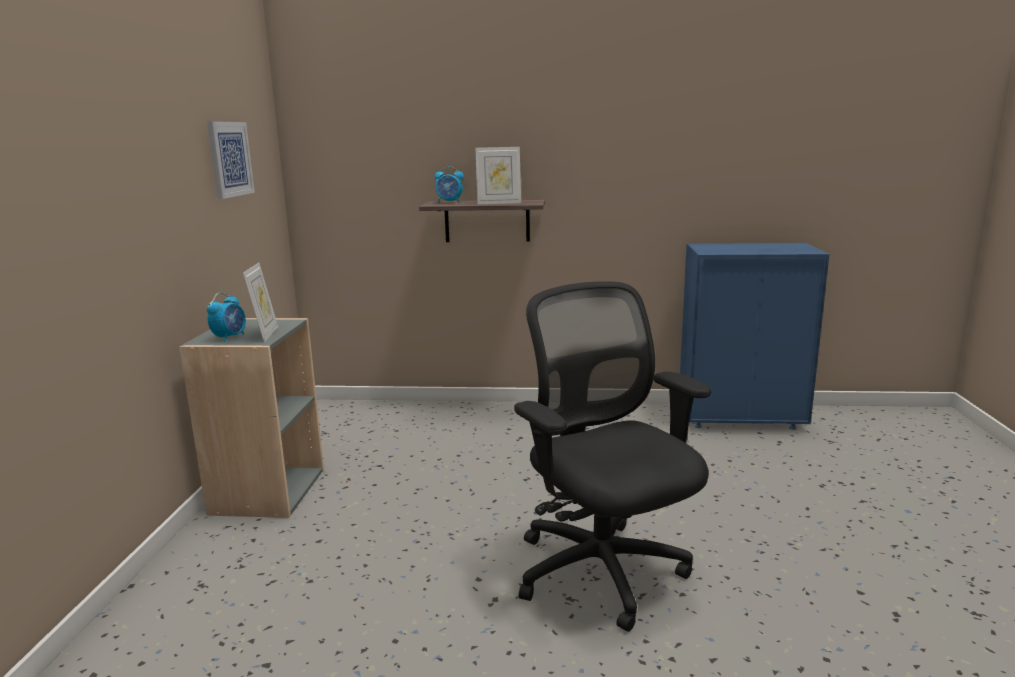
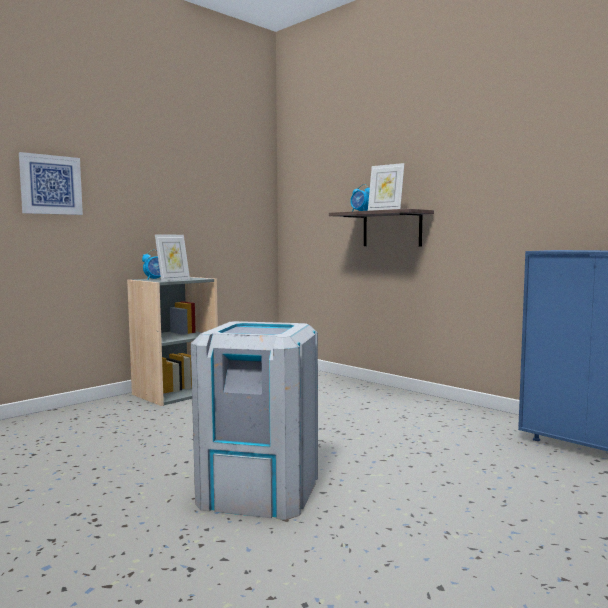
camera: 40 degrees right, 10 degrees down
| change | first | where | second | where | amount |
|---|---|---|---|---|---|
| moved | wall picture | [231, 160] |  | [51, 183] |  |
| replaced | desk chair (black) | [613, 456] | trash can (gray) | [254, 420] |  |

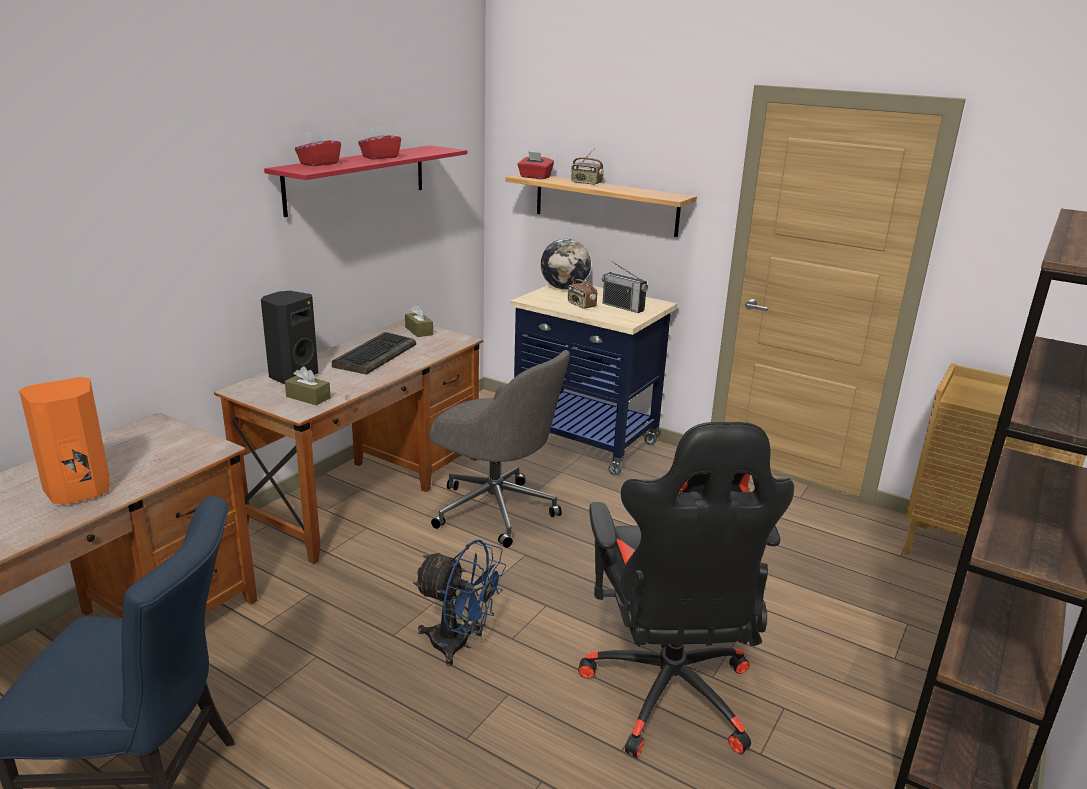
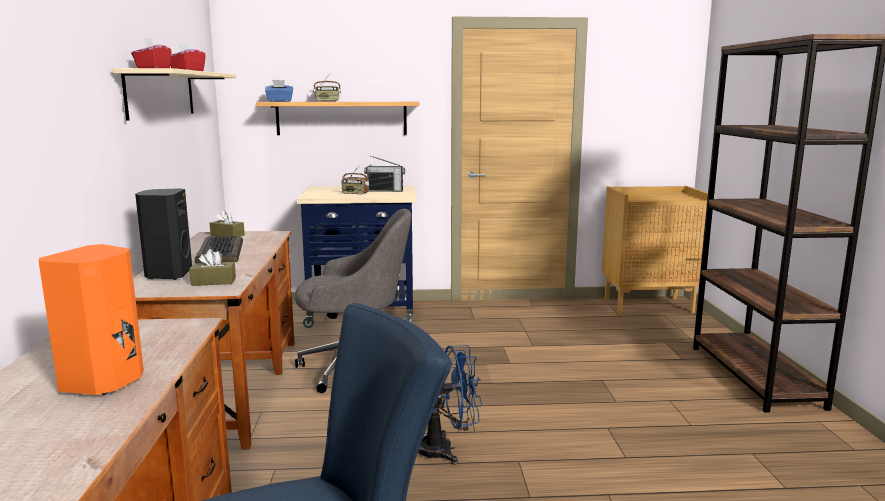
camera: 35 degrees left, 10 degrees down
| change | first | where | second | where | amount |
|---|---|---|---|---|---|
| recoloured | bracket shelf (red) | [365, 181] | bracket shelf (beige) | [174, 94] |  |
| recoloured | tissue holder (red) | [535, 165] | tissue holder (bluish) | [279, 91] |  |
| removed | desk globe | [566, 264] |  |  |  |
| removed | desk chair (black) | [686, 590] |  |  |  |

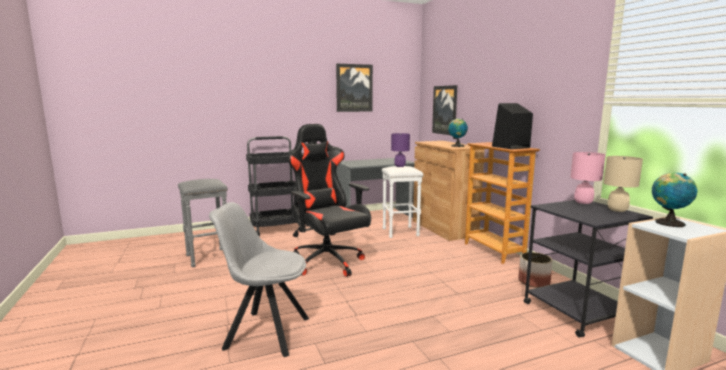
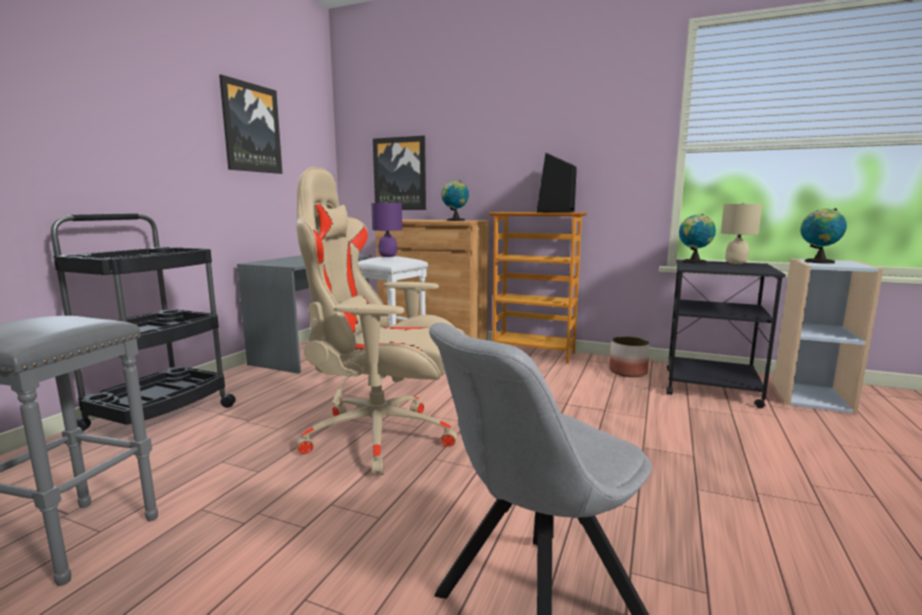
camera: 45 degrees left, 0 degrees up
| change | first | where | second | where | amount |
|---|---|---|---|---|---|
| recoloured | desk chair (black) | [329, 200] | desk chair (beige) | [380, 321] |  |
| replaced | tabletop lamp (pinkish) | [587, 178] | desk globe | [697, 239] |  |

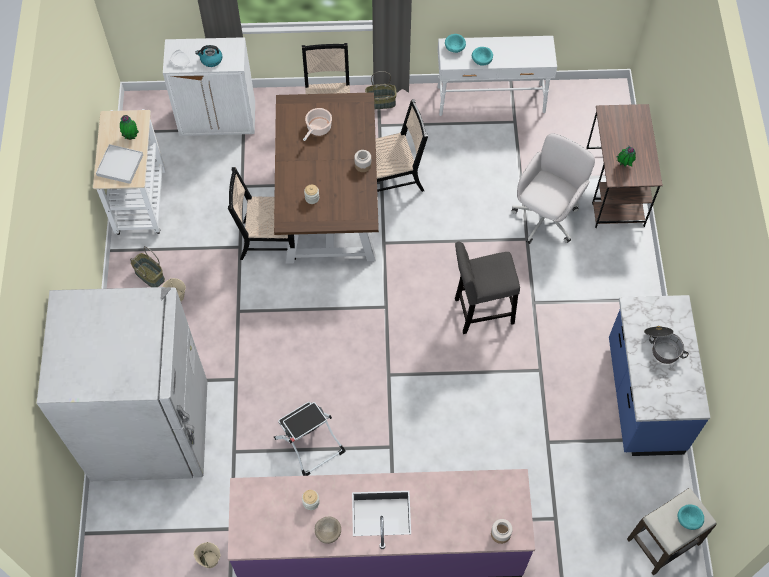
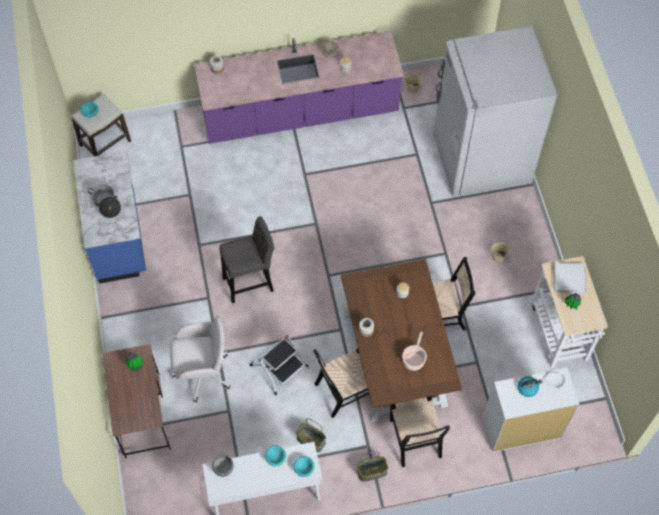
camera: 170 degrees right, 0 degrees up
| change | first | where | second | where | amount |
|---|---|---|---|---|---|
| moved | storage basket | [147, 266] |  | [311, 435] |  |
| moved | step ladder | [310, 439] |  | [279, 365] |  |
| turned | desk chair (whitish) | [553, 188] |  | [200, 359] | 120 degrees counterclockwise |
| added |  |  | bowl (gray) | [223, 466] |  |

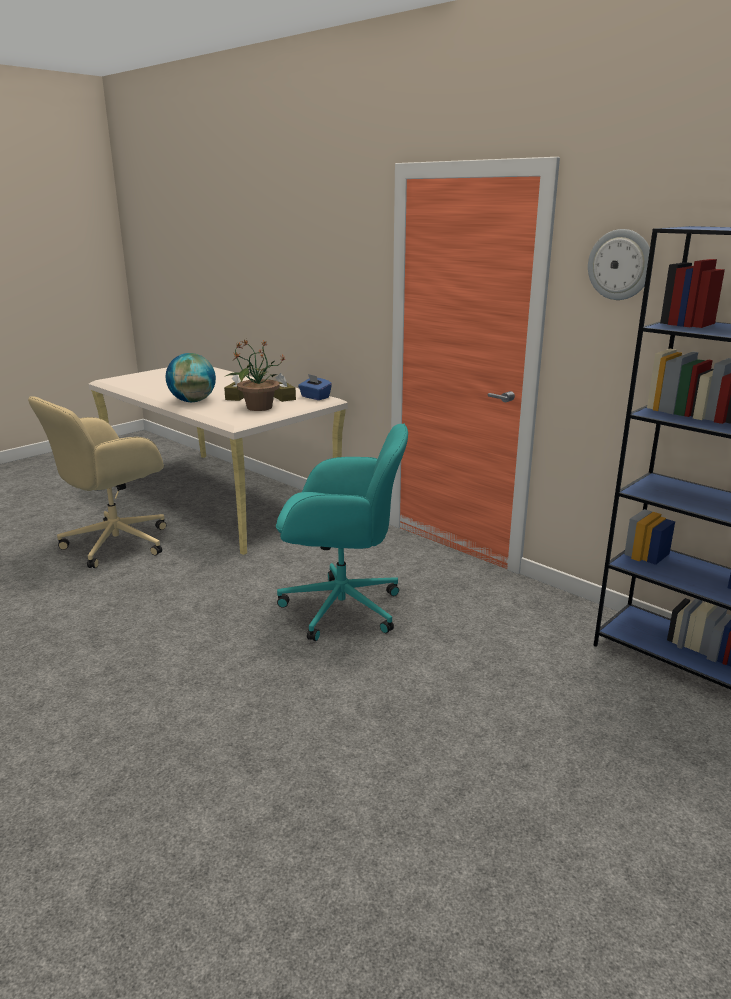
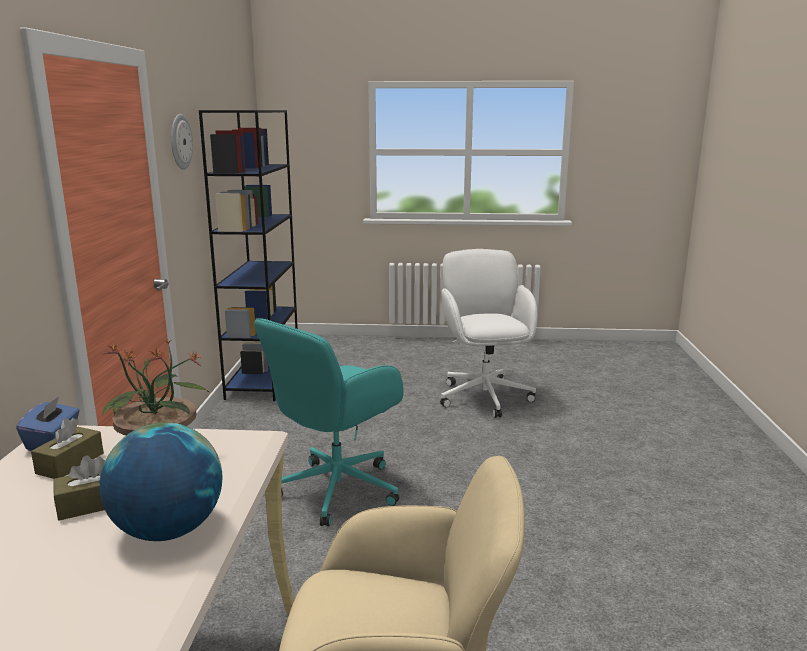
camera: 130 degrees left, 5 degrees down
| change | first | where | second | where | amount |
|---|---|---|---|---|---|
| turned | desk chair (turquoise-coloured) | [342, 532] |  | [329, 422] | 105 degrees counterclockwise |
| added |  |  | desk chair (whitish) | [488, 333] |  |

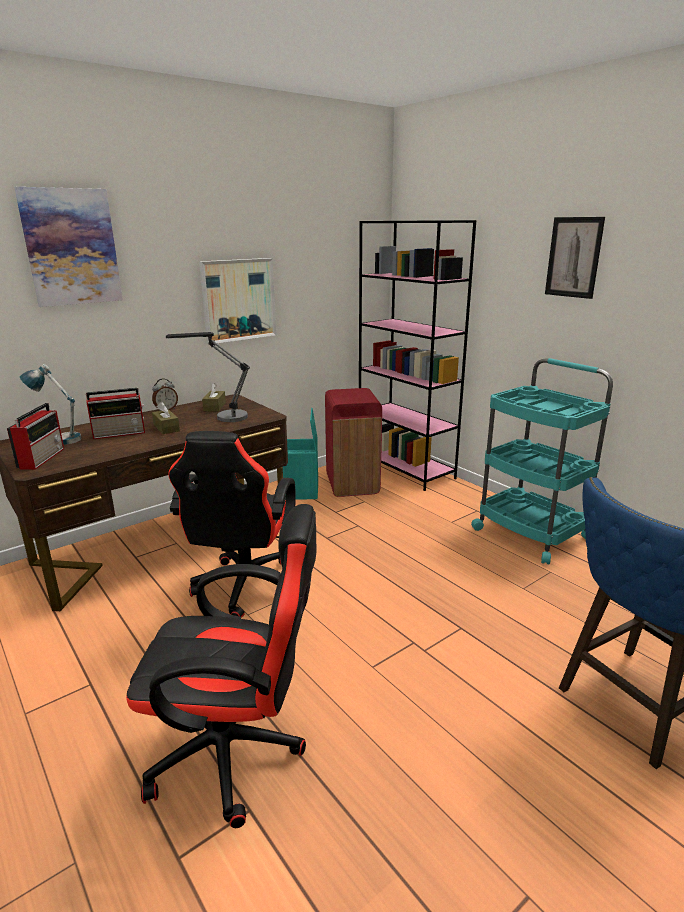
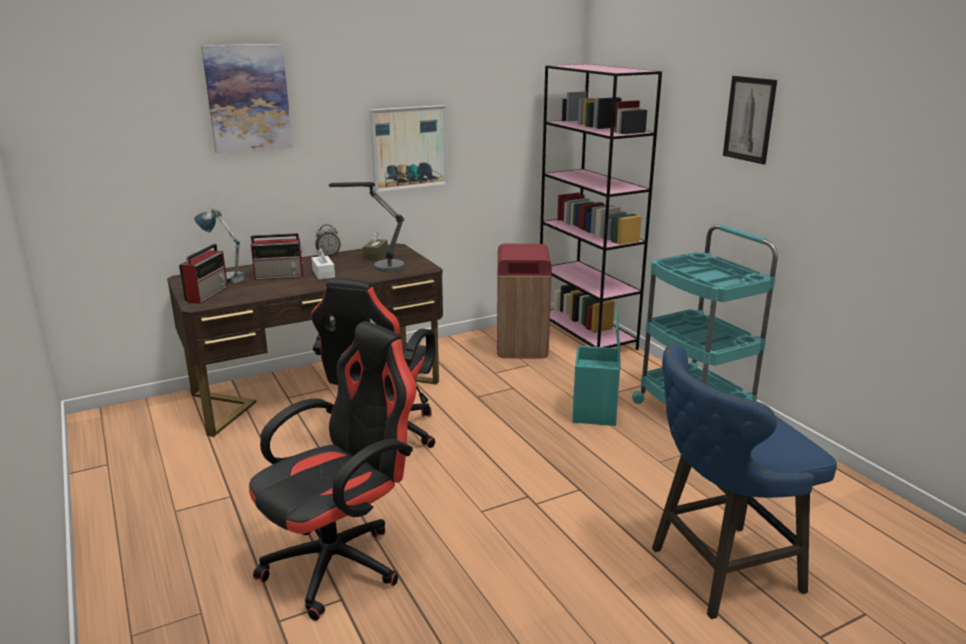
camera: 10 degrees right, 0 degrees up
| change | first | where | second | where | amount |
|---|---|---|---|---|---|
| turned | desk chair (black) | [221, 666] |  | [332, 471] | 60 degrees counterclockwise |
| recoloured | tissue holder (brown-coloured) | [166, 418] | tissue holder (whitish) | [323, 263] |  |
| moved | storage box (turquoise-coloured) | [300, 454] |  | [596, 368] |  |

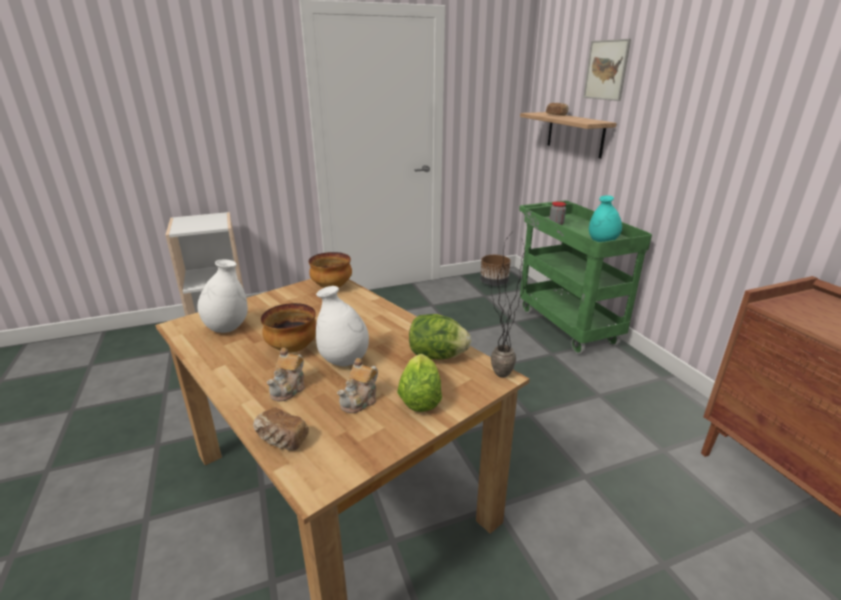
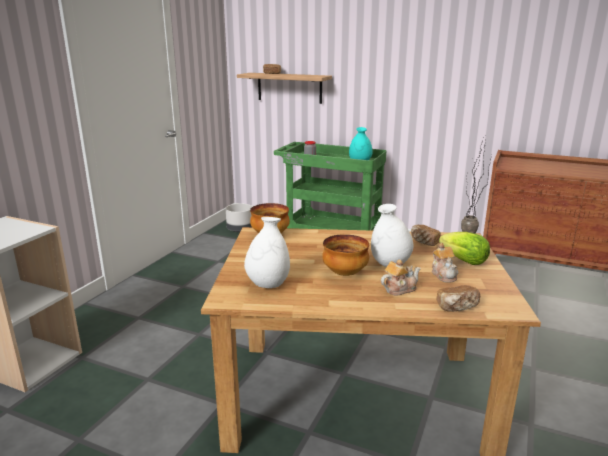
camera: 45 degrees left, 5 degrees down
| change | first | where | second | where | amount |
|---|---|---|---|---|---|
| turned | tea pot | [286, 374] |  | [401, 277] | 90 degrees counterclockwise |
| replaced | lettuce head | [440, 337] | bread | [426, 235] |  |
| recoloured | plant pot (brown-coloured) | [495, 270] | plant pot (gray) | [239, 217] |  |
| removed | wall picture | [607, 70] |  |  |  |

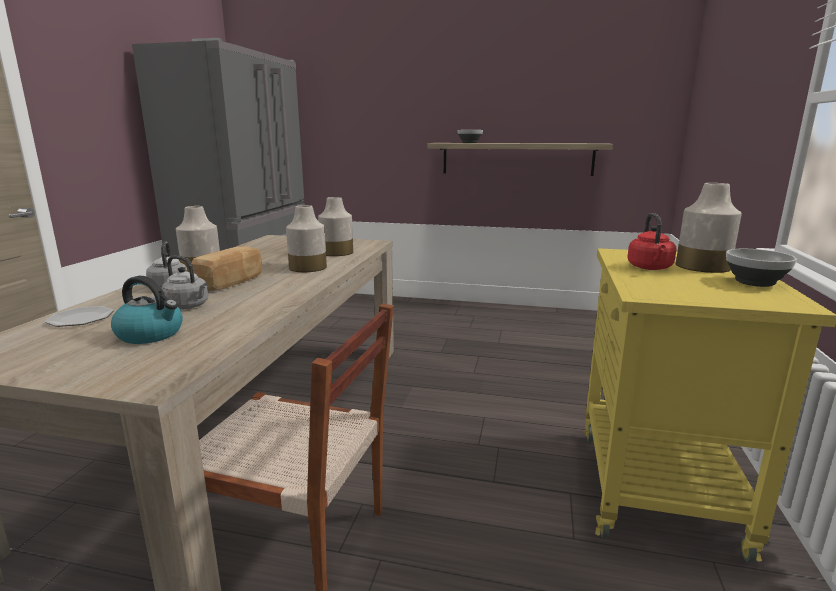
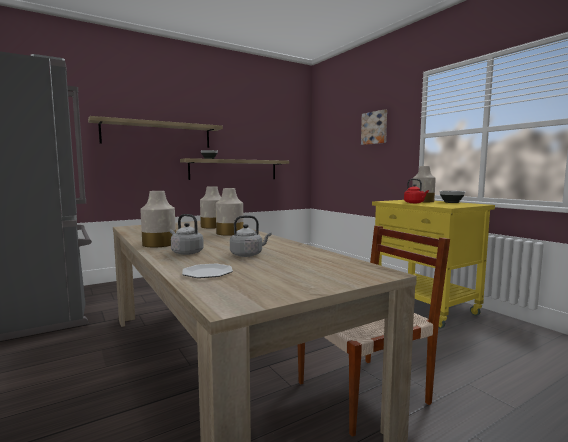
camera: 45 degrees left, 10 degrees down
| change | first | where | second | where | amount |
|---|---|---|---|---|---|
| removed | kettle | [147, 310] |  |  |  |
| removed | bread | [226, 269] |  |  |  |
| added |  |  | bracket shelf | [155, 132] |  |
| added |  |  | wall picture | [374, 127] |  |

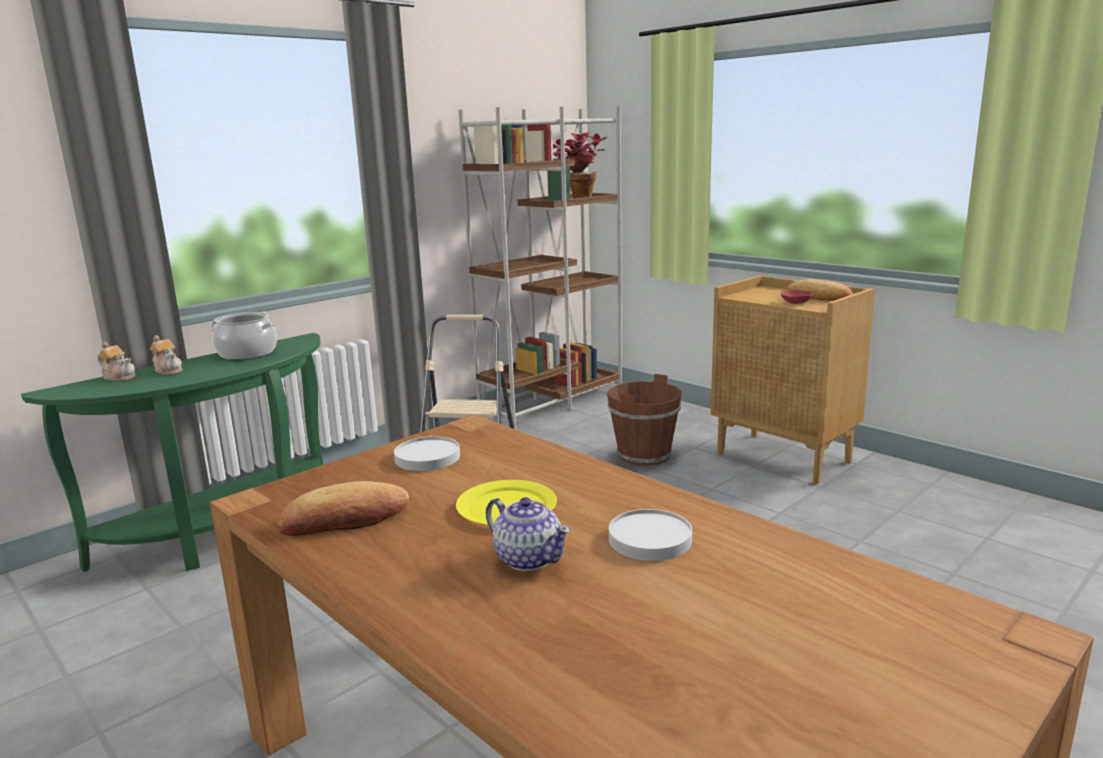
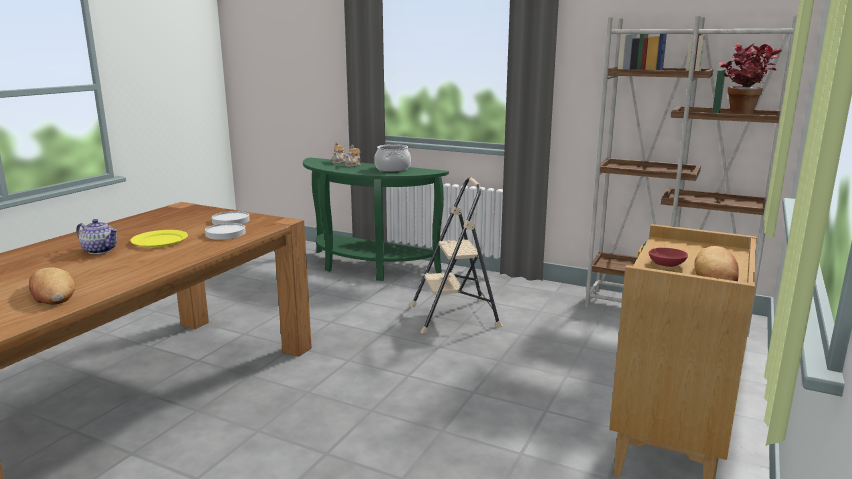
camera: 70 degrees right, 0 degrees up
| change | first | where | second | where | amount |
|---|---|---|---|---|---|
| moved | bread | [343, 508] |  | [52, 286] |  |
| turned | tea pot | [528, 534] |  | [97, 236] | 90 degrees counterclockwise |
| removed | water bucket (brown-coloured) | [644, 420] |  |  |  |
| moved | plate (whitish) | [650, 535] |  | [225, 231] |  |

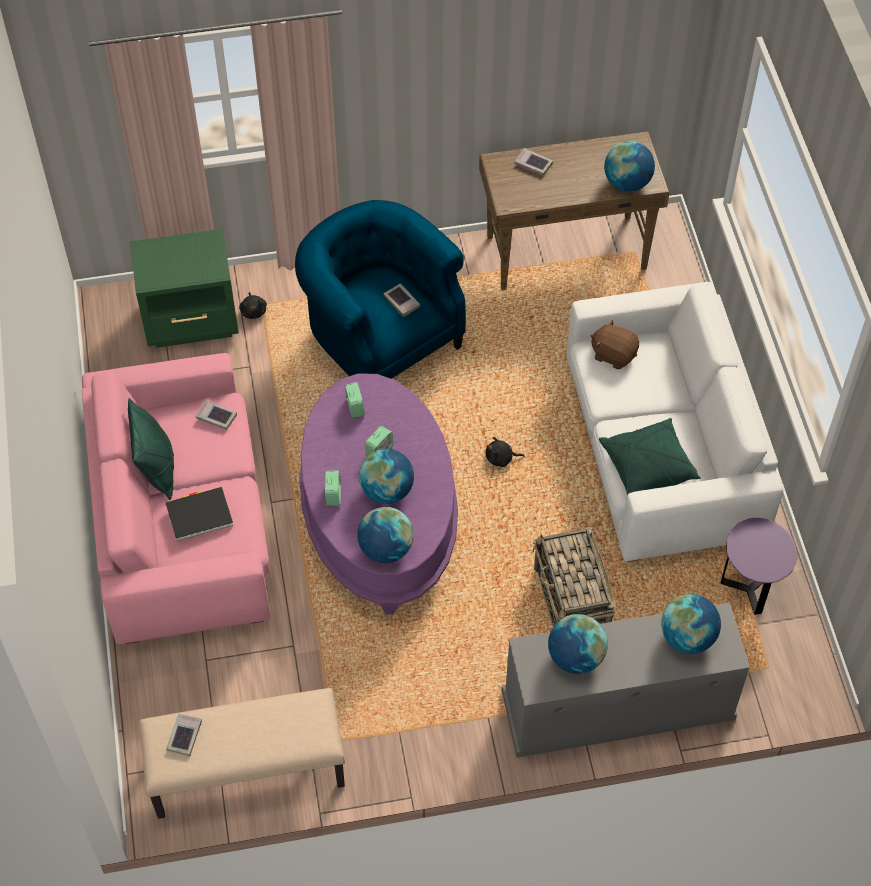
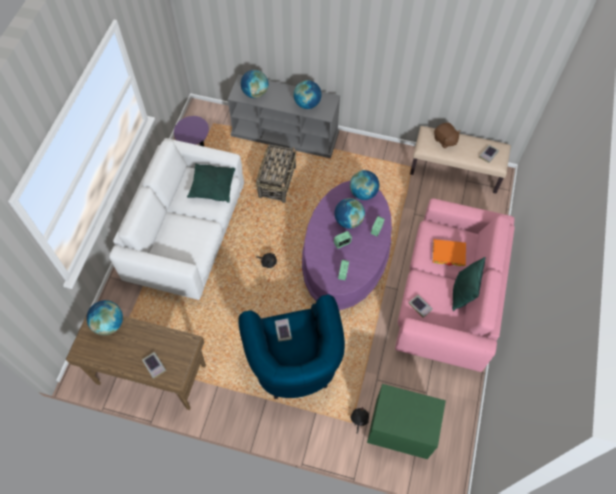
camera: 155 degrees left, 5 degrees up
| change | first | where | second | where | amount |
|---|---|---|---|---|---|
| recoloured | bound book (black) | [199, 514] | bound book (orangey) | [449, 252] |  |
| moved | plush toy (brown-coloured) | [615, 344] |  | [447, 135] |  |

